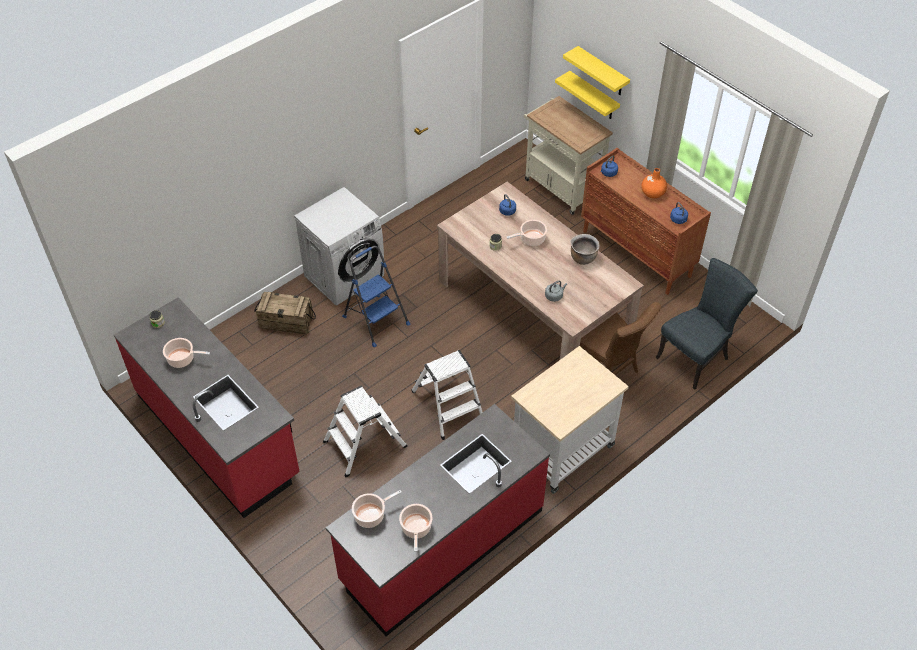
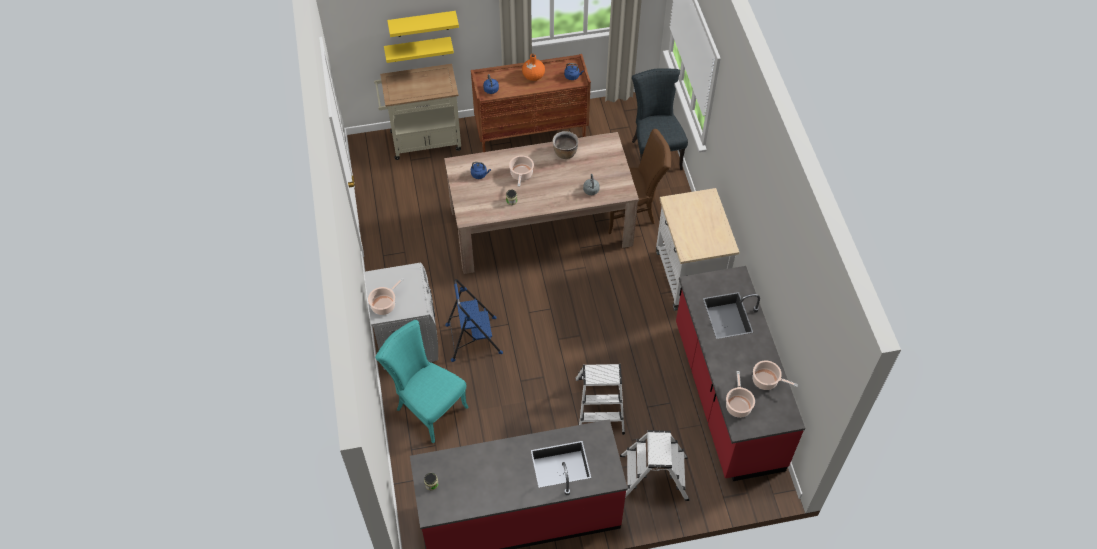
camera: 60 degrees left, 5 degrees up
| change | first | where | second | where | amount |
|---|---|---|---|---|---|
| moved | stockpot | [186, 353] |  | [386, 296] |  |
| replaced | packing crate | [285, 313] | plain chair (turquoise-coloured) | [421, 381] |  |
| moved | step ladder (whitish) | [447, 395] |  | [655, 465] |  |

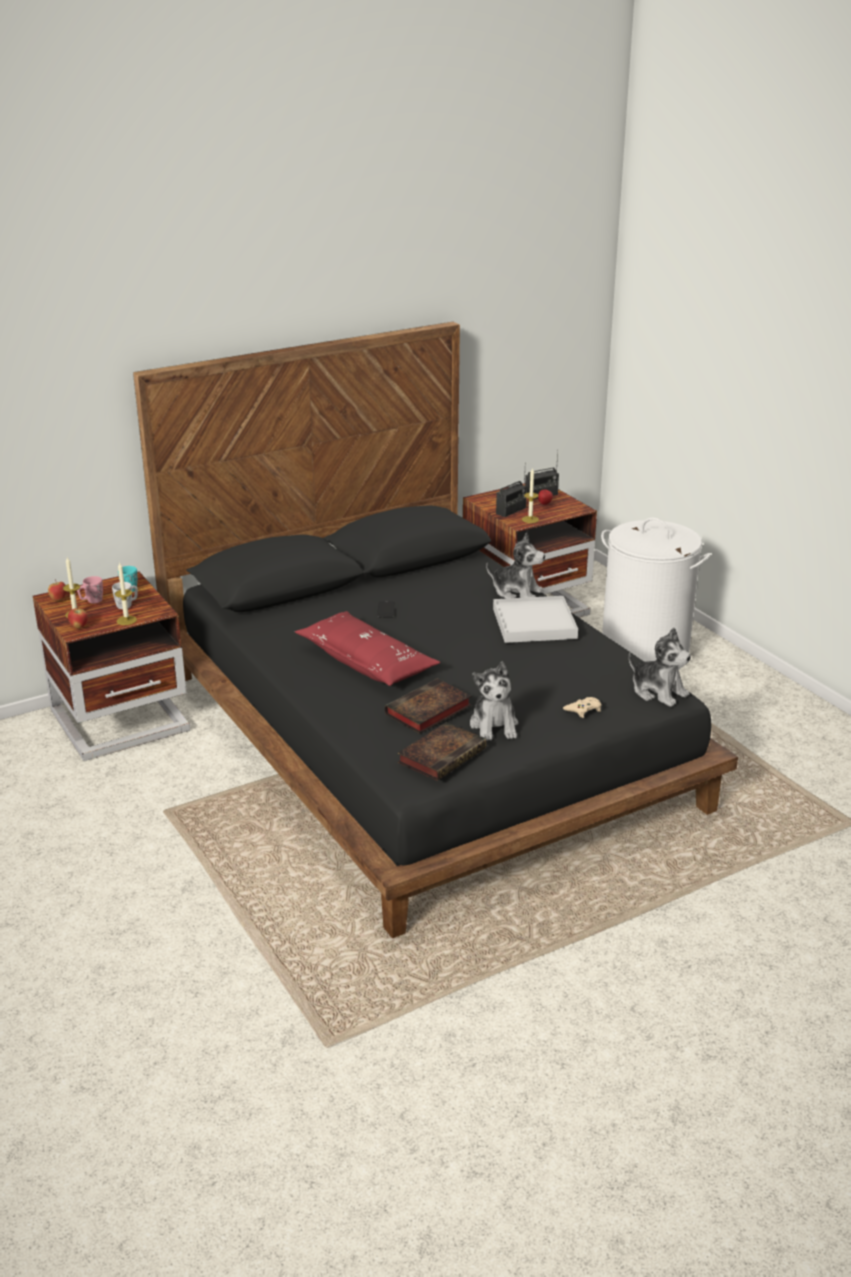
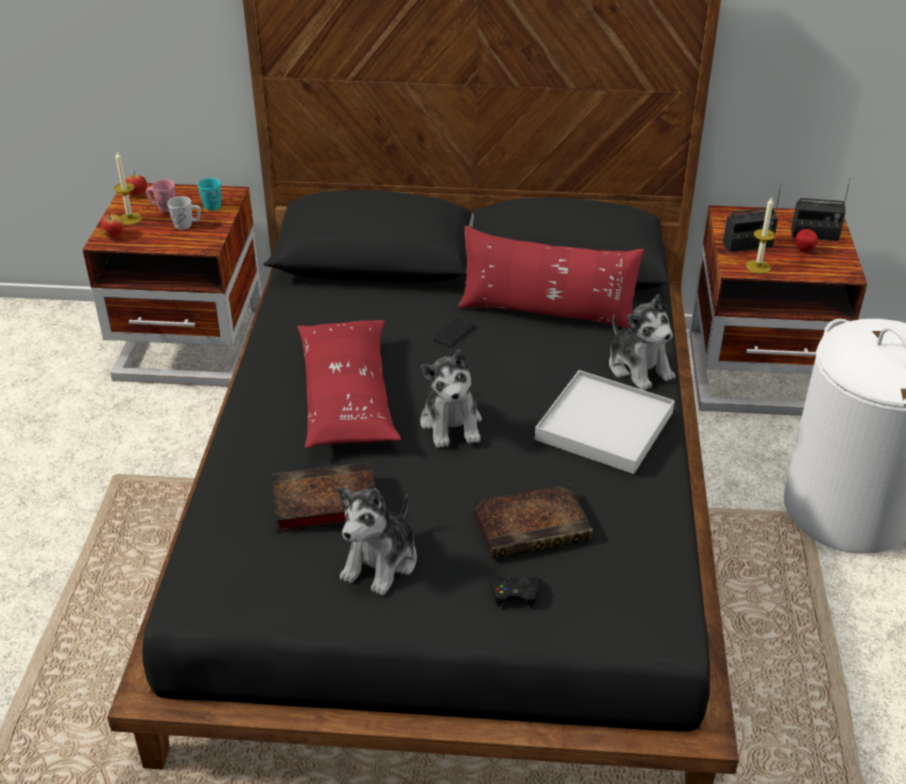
camera: 35 degrees right, 10 degrees up
| change | first | where | second | where | amount |
|---|---|---|---|---|---|
| removed | candle | [126, 594] |  |  |  |
| moved | bound book | [442, 751] |  | [532, 521] |  |
| recoloured | gamepad (beige) | [582, 707] | gamepad (black) | [515, 592] |  |
| moved | plush toy | [660, 667] |  | [451, 398] |  |
| added |  |  | pillow (red) | [551, 276] |  |

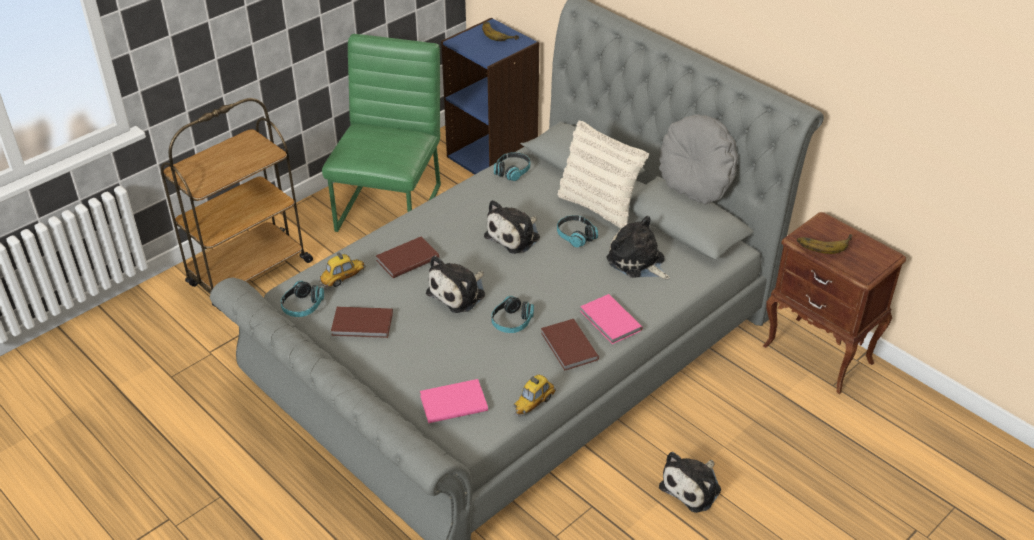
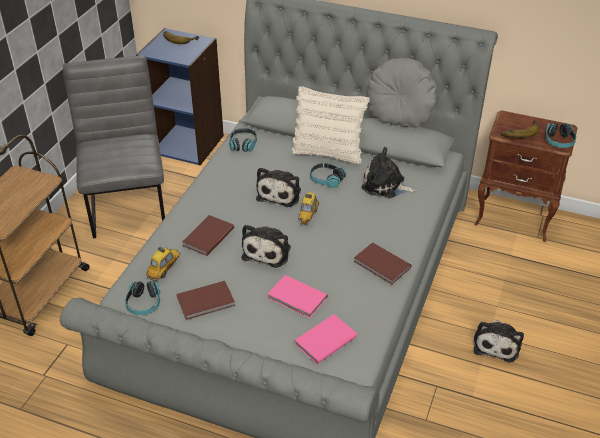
camera: 25 degrees left, 0 degrees up
| change | first | where | second | where | amount |
|---|---|---|---|---|---|
| recoloured | plain chair (green-coloured) | [381, 133] | plain chair (gray) | [114, 147] |  |
| moved | pair of headphones | [512, 314] |  | [561, 135] |  |
| moved | miniature car | [534, 396] |  | [308, 209] |  |
| moved | bound book (pinkish) | [611, 319] |  | [297, 296] |  |

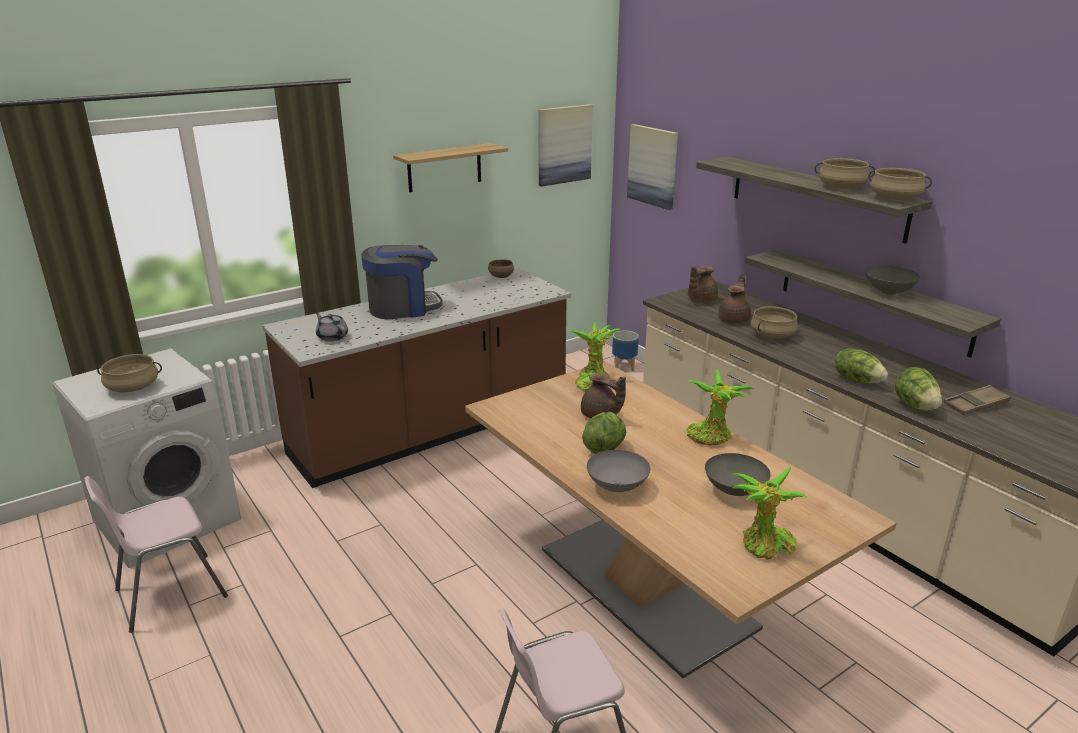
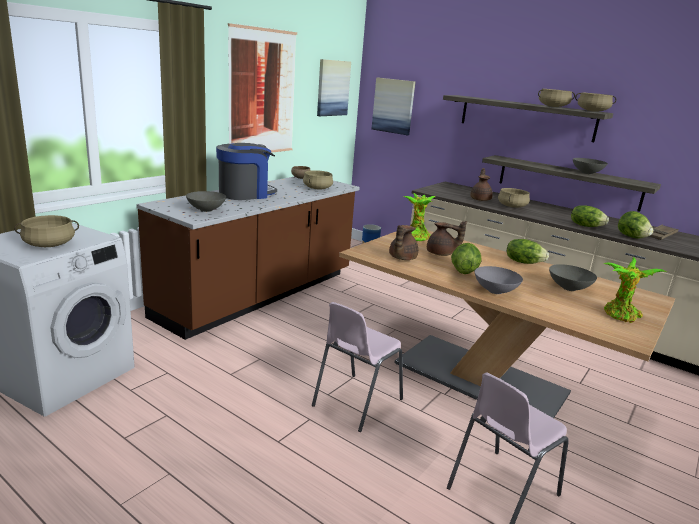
camera: 20 degrees left, 5 degrees down
| change | first | where | second | where | amount |
|---|---|---|---|---|---|
| moved | plain chair (pinkish) | [156, 554] |  | [357, 367] |  |
| replaced | tea pot (gray) | [332, 326] | bowl (gray) | [206, 201] |  |
| replaced | bracket shelf | [450, 167] | wall picture | [262, 88] |  |
| replaced | plant in a pot | [719, 406] | lettuce head | [528, 251] |  |
| moved | tea pot (brown-coloured) | [703, 284] |  | [403, 242] |  |
| added |  |  | stockpot (beige) | [318, 179] |  |

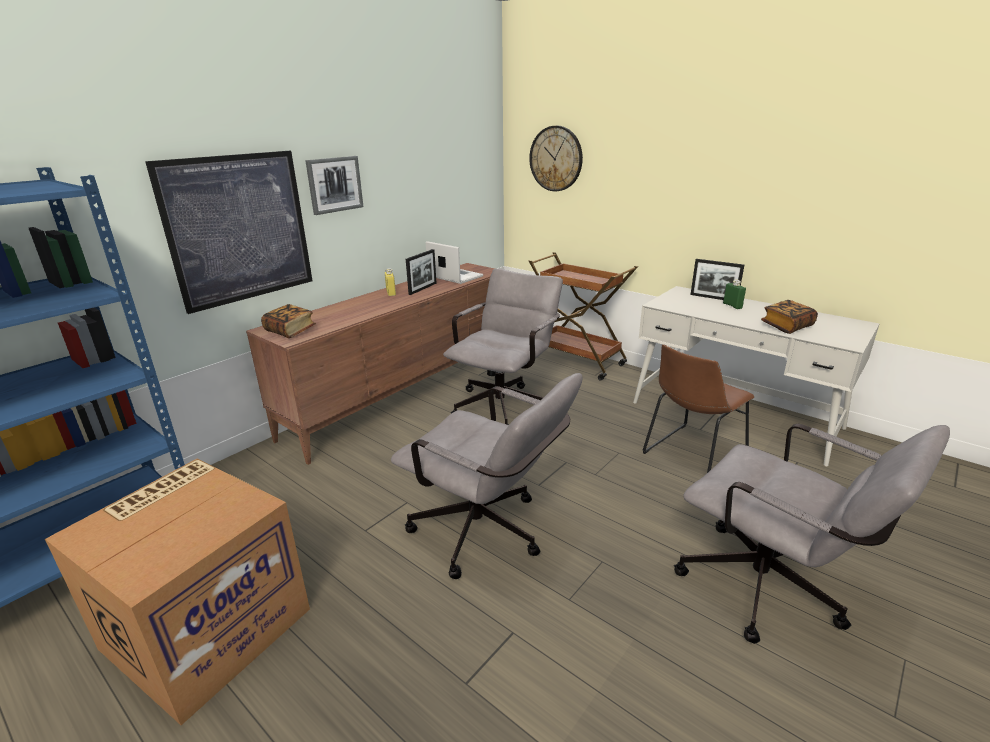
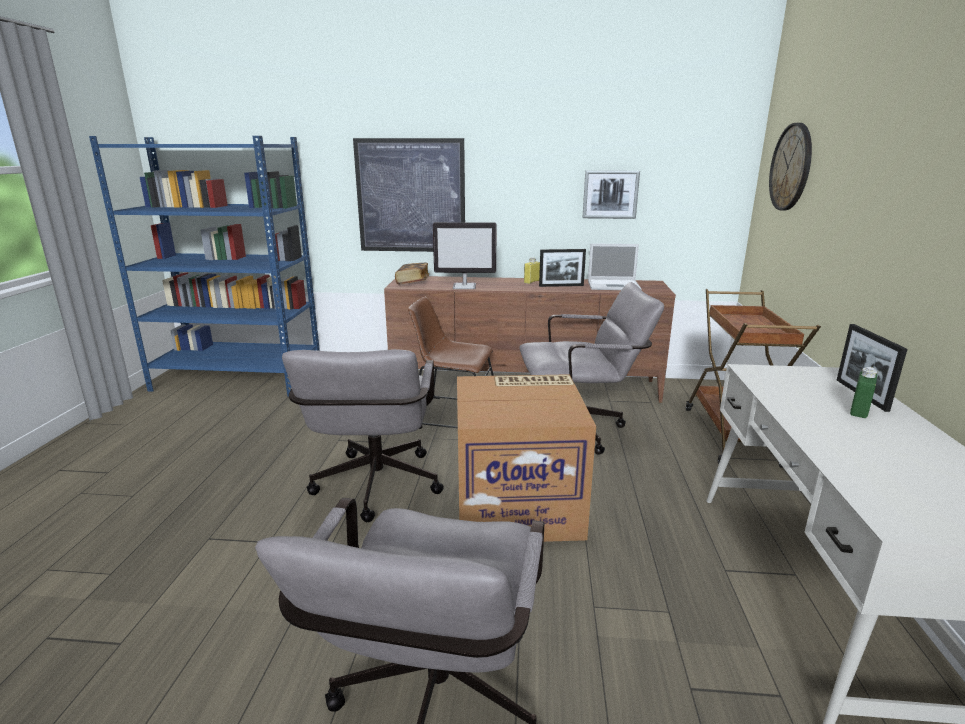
camera: 55 degrees right, 5 degrees down
| change | first | where | second | where | amount |
|---|---|---|---|---|---|
| moved | packing box | [177, 591] |  | [526, 458] |  |
| moved | wall picture | [334, 185] |  | [611, 194] |  |
| turned | portable computer | [454, 262] |  | [614, 266] | 90 degrees clockwise |
| moved | plain chair (brown-coloured) | [698, 408] |  | [451, 362] |  |
| removed | bound book | [789, 317] |  |  |  |
| added |  |  | monitor | [465, 255] |  |

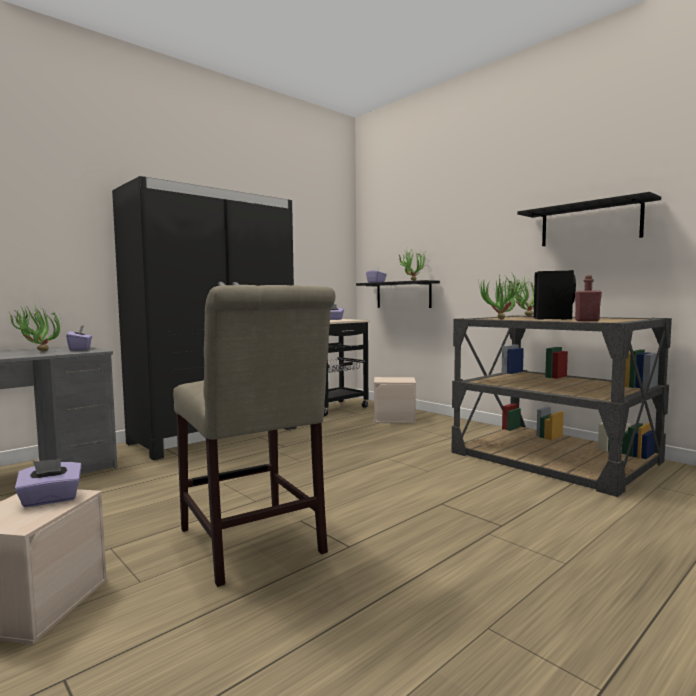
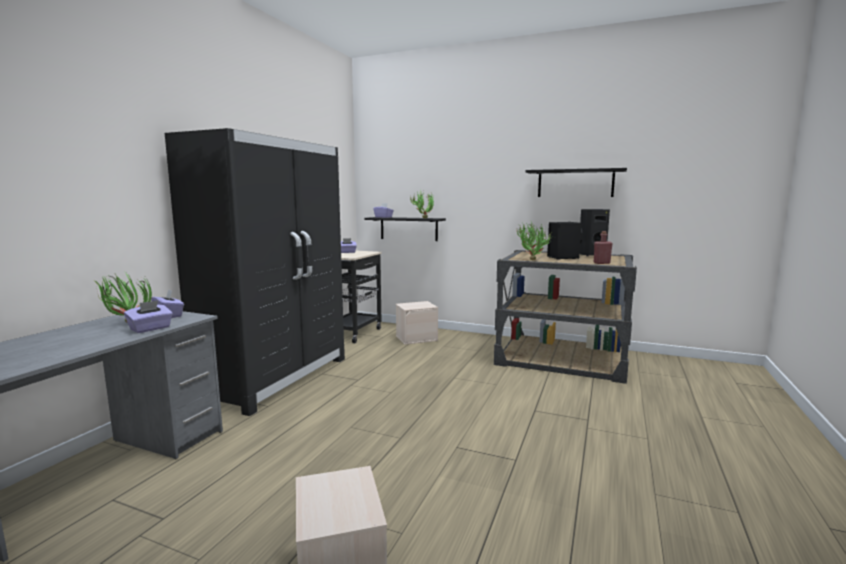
camera: 25 degrees left, 5 degrees up
| change | first | where | second | where | amount |
|---|---|---|---|---|---|
| moved | tissue holder (purple) | [48, 482] |  | [148, 316] |  |
| removed | plain chair (beige) | [254, 436] |  |  |  |
| added |  |  | speaker (black) | [595, 232] |  |

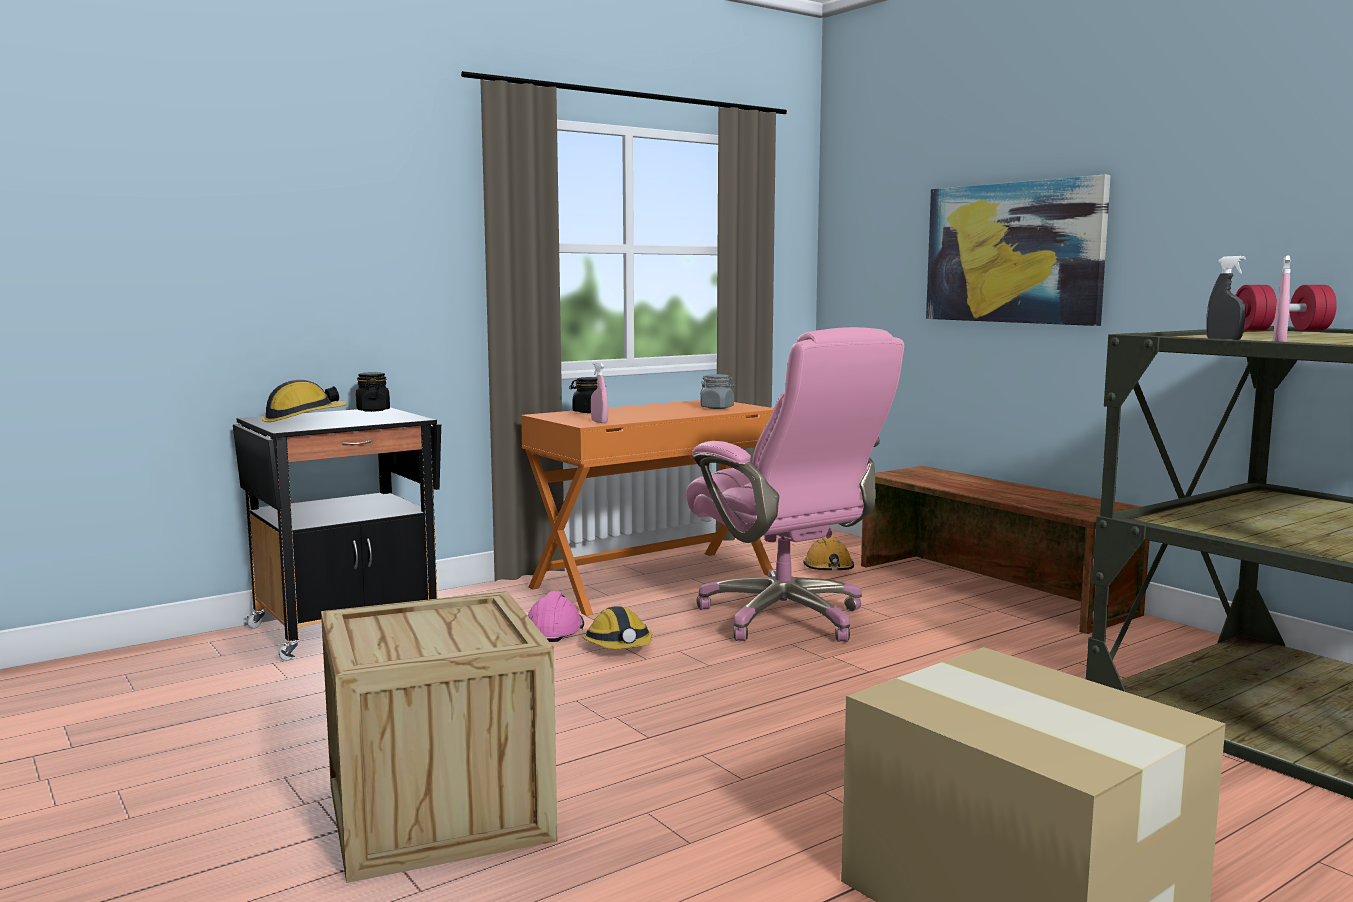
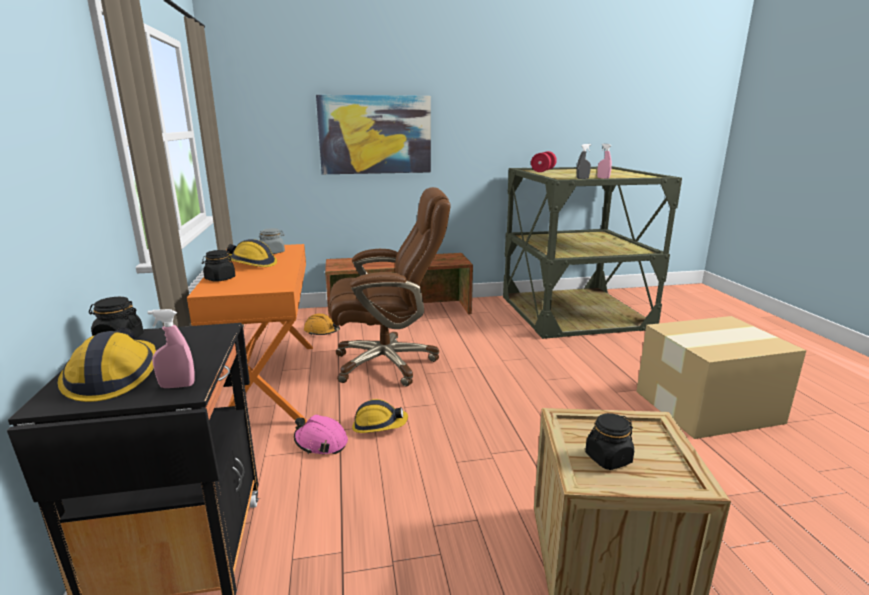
camera: 65 degrees left, 10 degrees up
| change | first | where | second | where | amount |
|---|---|---|---|---|---|
| moved | sprayer (pinkish) | [599, 392] |  | [171, 348] |  |
| recoloured | desk chair (pinkish) | [795, 484] | desk chair (brown-coloured) | [390, 287] |  |
| added |  |  | work helmet | [252, 253] |  |
| added |  |  | jar (black) | [609, 441] |  |

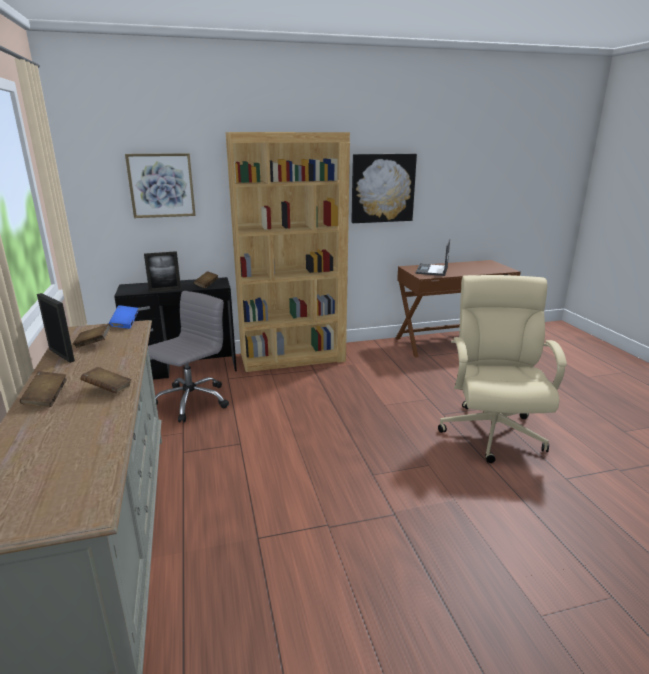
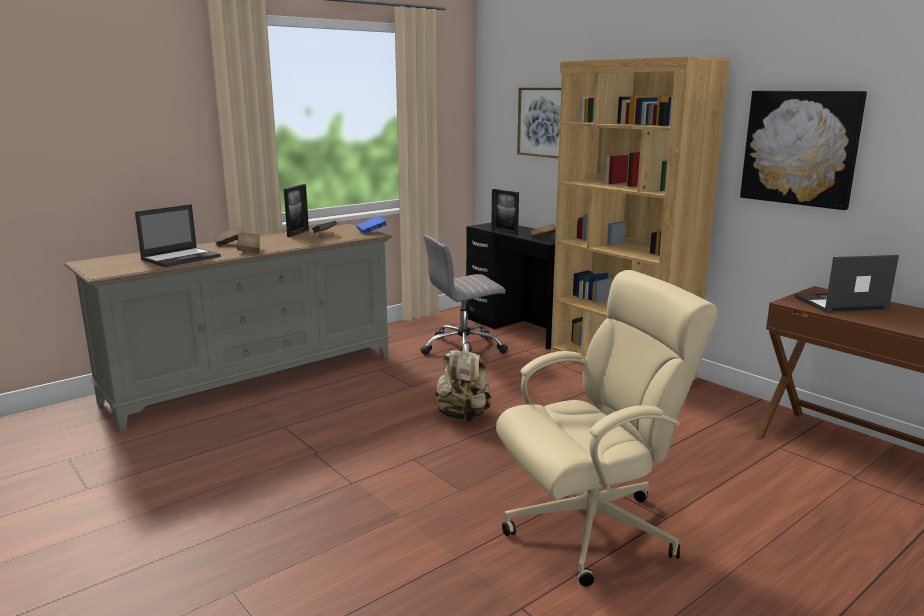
camera: 65 degrees right, 5 degrees down
| change | first | where | second | where | amount |
|---|---|---|---|---|---|
| turned | desk chair (gray) | [188, 356] |  | [464, 294] | 150 degrees clockwise |
| added |  |  | portable computer | [178, 235] |  |
| added |  |  | backpack (beige) | [462, 382] |  |

